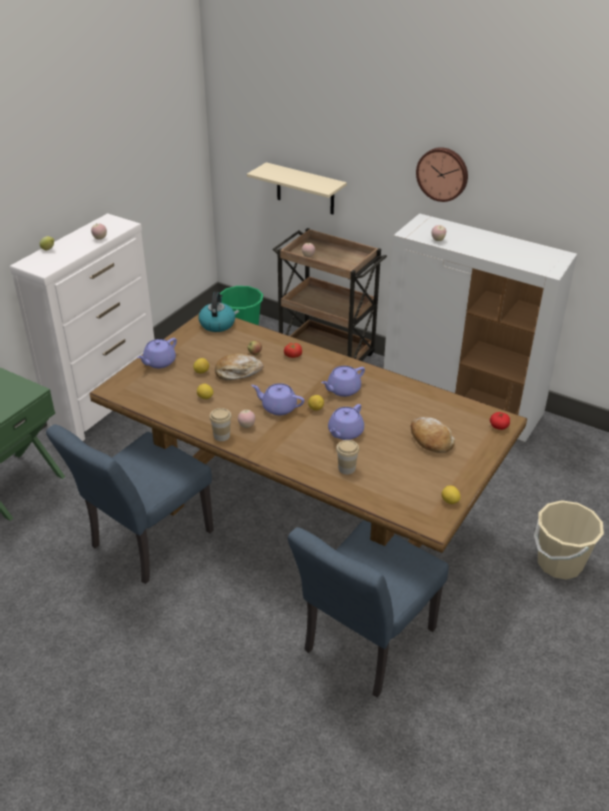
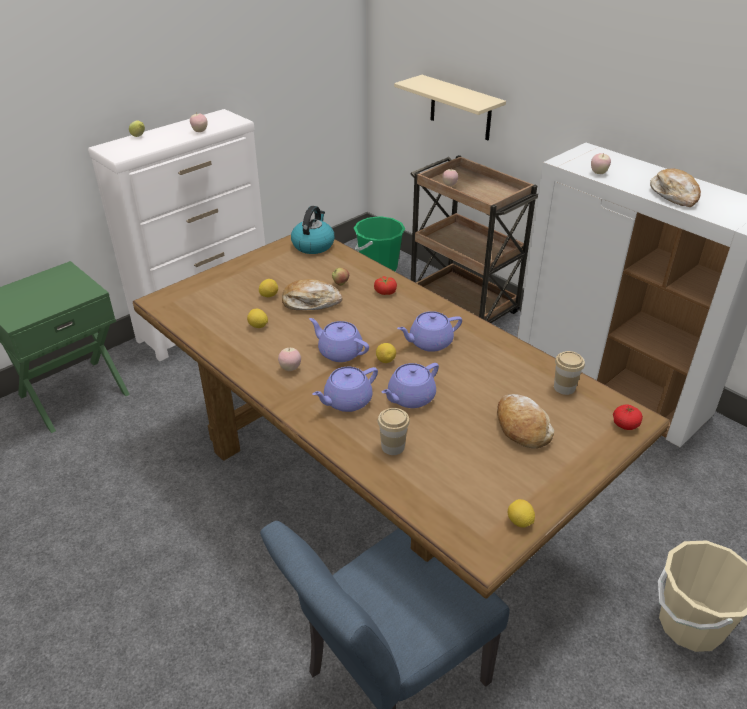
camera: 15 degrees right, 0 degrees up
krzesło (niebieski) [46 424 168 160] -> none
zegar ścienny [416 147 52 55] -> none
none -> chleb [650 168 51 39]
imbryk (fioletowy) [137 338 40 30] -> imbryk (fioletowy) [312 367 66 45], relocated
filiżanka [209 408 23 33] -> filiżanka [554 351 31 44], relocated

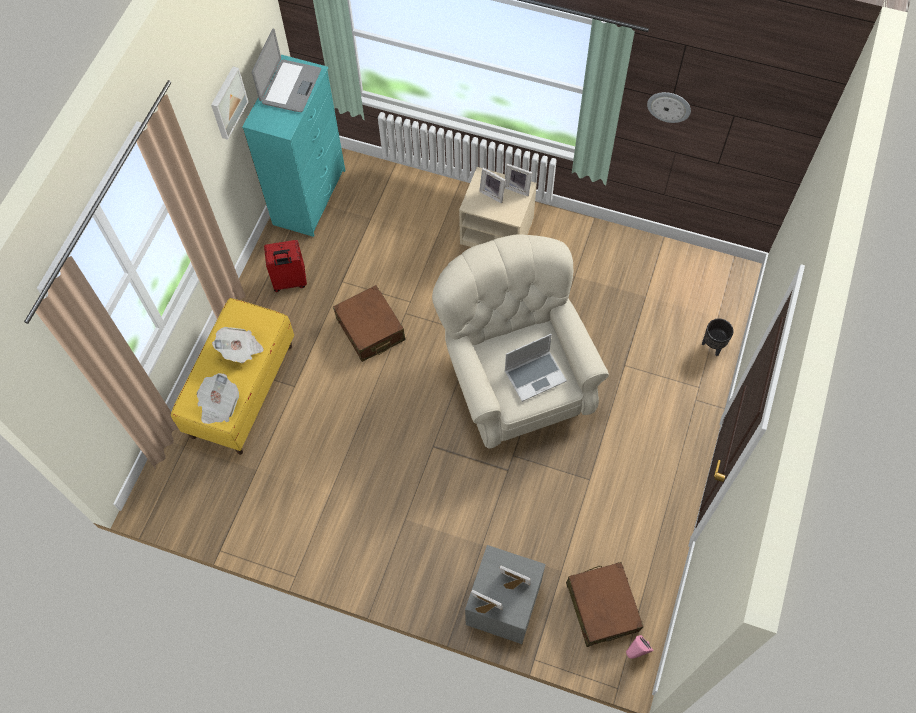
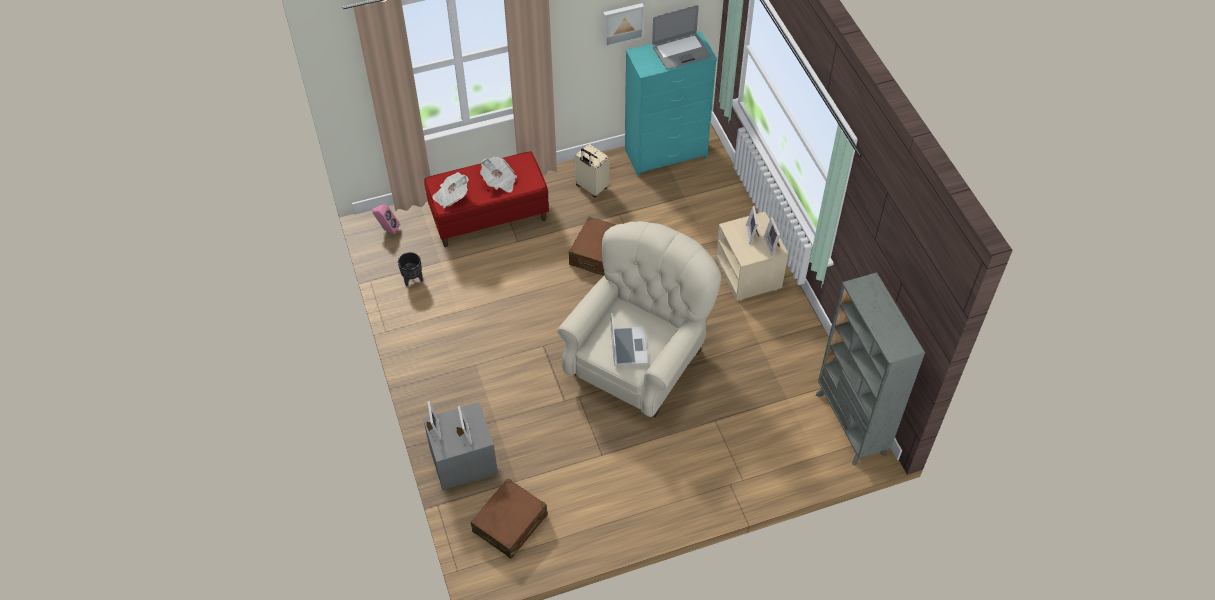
camera: 50 degrees right, 10 degrees down
zegar ścienny [647 92 44 31] -> none
none -> regał (szary) [816 272 109 194]
głośnik (różowy) [626 635 28 24] -> głośnik (różowy) [372 204 27 30], relocated
donica (czarny) [702 319 31 37] -> donica (czarny) [398 252 25 34], relocated
ławka (żółty) [171 298 123 157] -> ławka (czerwony) [424 151 125 96]
walizka (czerwony) [264 240 43 52] -> walizka (beżowy) [575 144 34 53]
laptop [505 334 62 68] -> laptop [611 309 37 57], 120 degrees counterclockwise

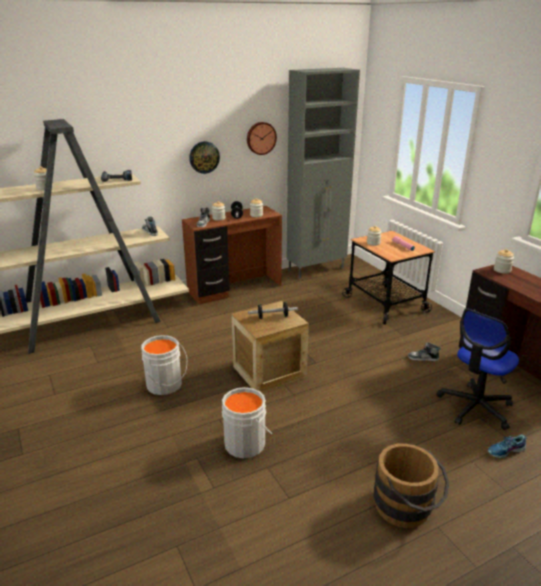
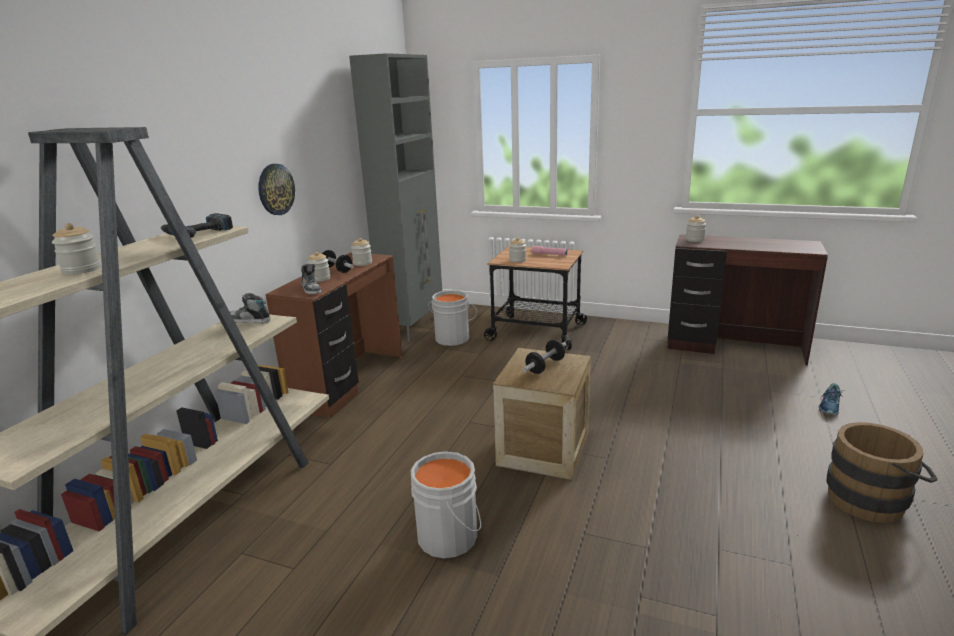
camera: 40 degrees left, 5 degrees down
zegar ścienny [247 122 30 33] -> none
but [408 342 33 19] -> none
krzesło biurowe [437 308 82 122] -> none
wiadro (szary) [222 387 50 71] -> wiadro (szary) [428 290 49 56], relocated

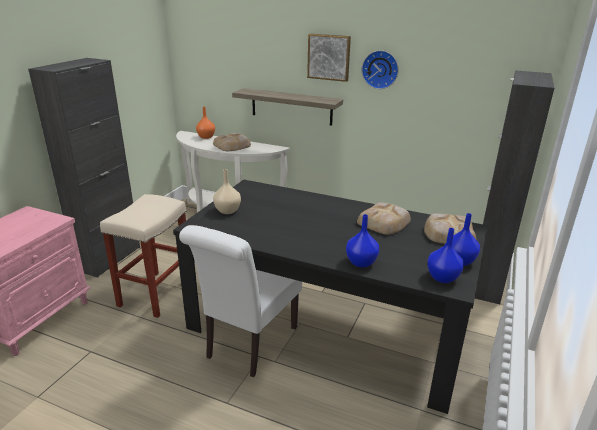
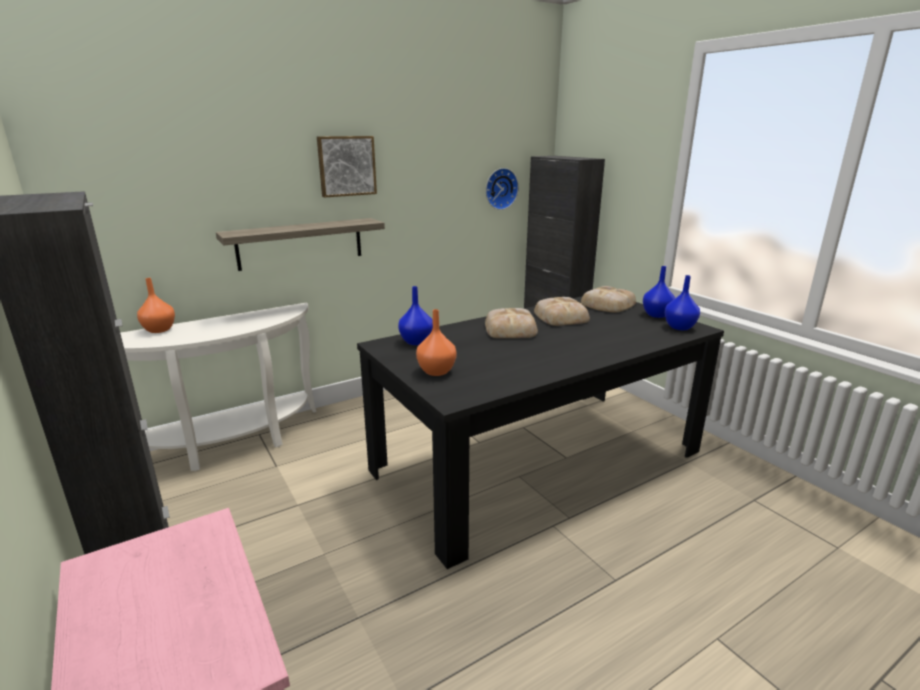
camera: 55 degrees left, 5 degrees down
stołek (beżowy) [100 194 86 124] -> none
krzesło (biały) [179 225 123 152] -> none
chleb [213 133 38 18] -> chleb [485 308 53 30], relocated
wazon (niebieski) [346 214 33 54] -> wazon (niebieski) [398 286 35 59], relocated
zegar ścienny [362 50 37 39] -> zegar ścienny [486 168 33 42], relocated
wazon (beżowy) [213 169 28 45] -> wazon (pomarańczowy) [416 309 41 67]

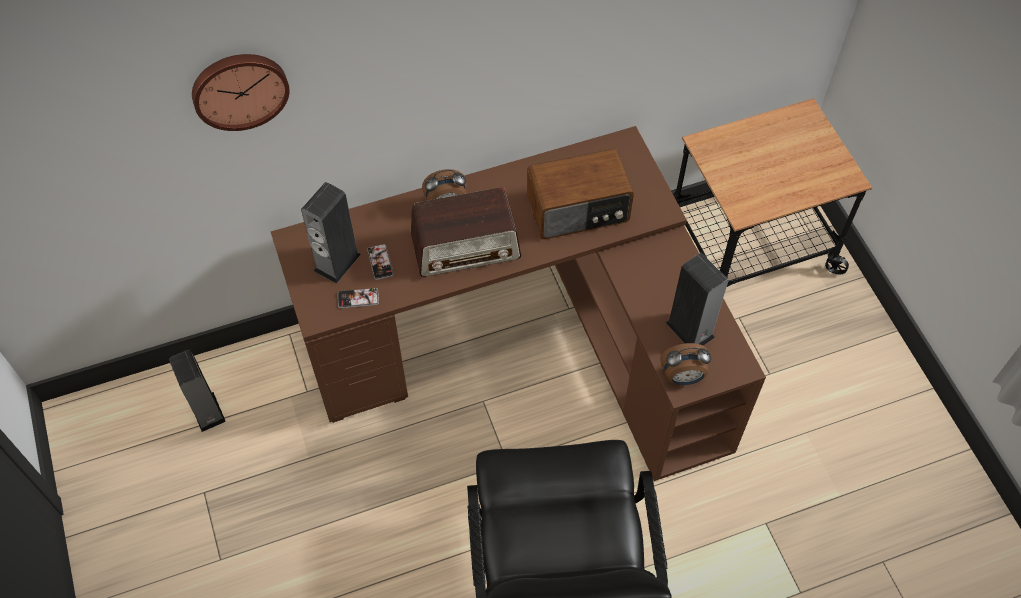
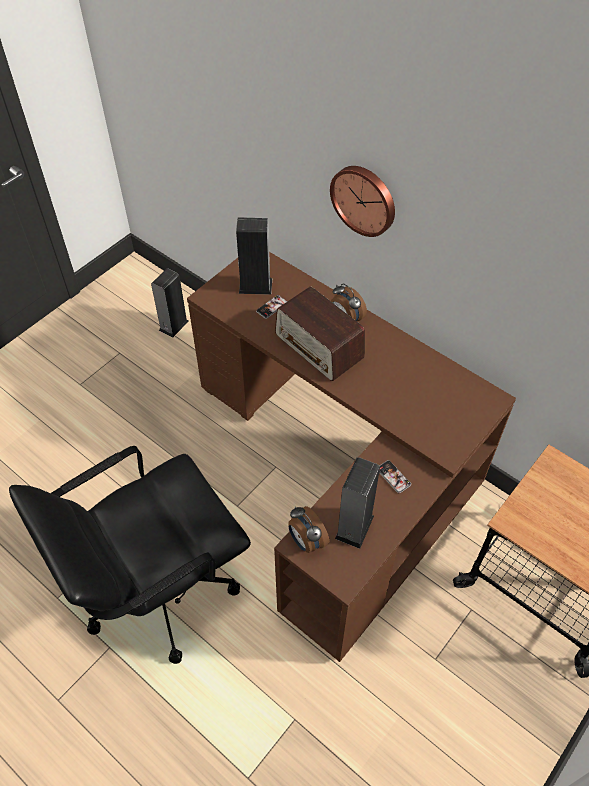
camera: 60 degrees right, 5 degrees down
radio [527 149 107 90] -> none
zegar ścienny [192 54 98 77] -> zegar ścienny [330 166 65 71], relocated
telefon [338 288 41 20] -> telefon [379 460 32 33], relocated

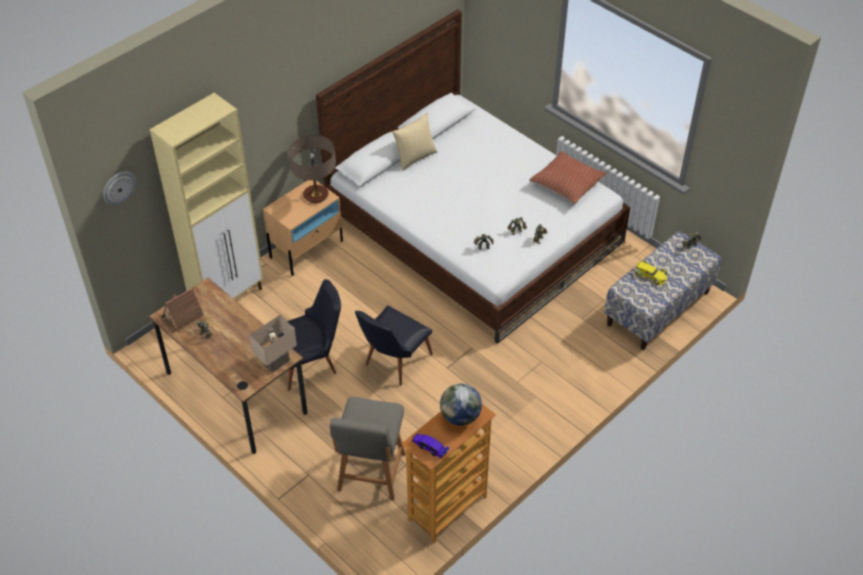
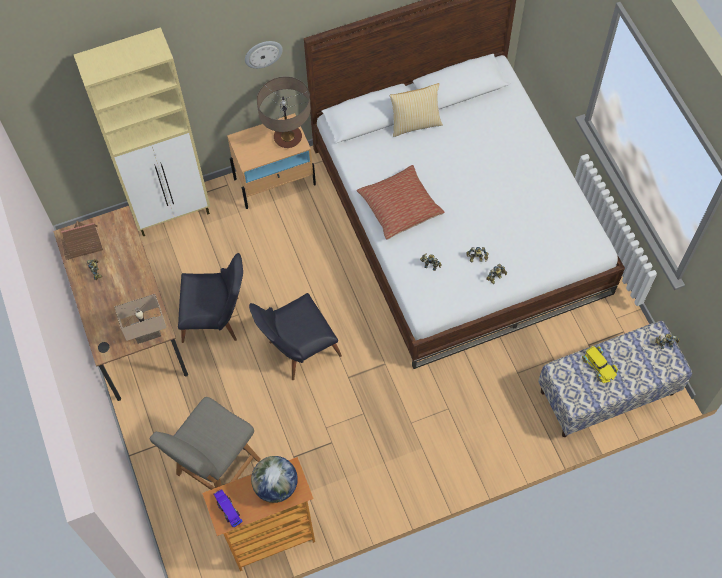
camera: 25 degrees right, 15 degrees up
zegar ścienny [103 172 33 33] -> zegar ścienny [245 41 38 28], relocated
poduszka [530 151 77 53] -> poduszka [357 165 88 75], relocated

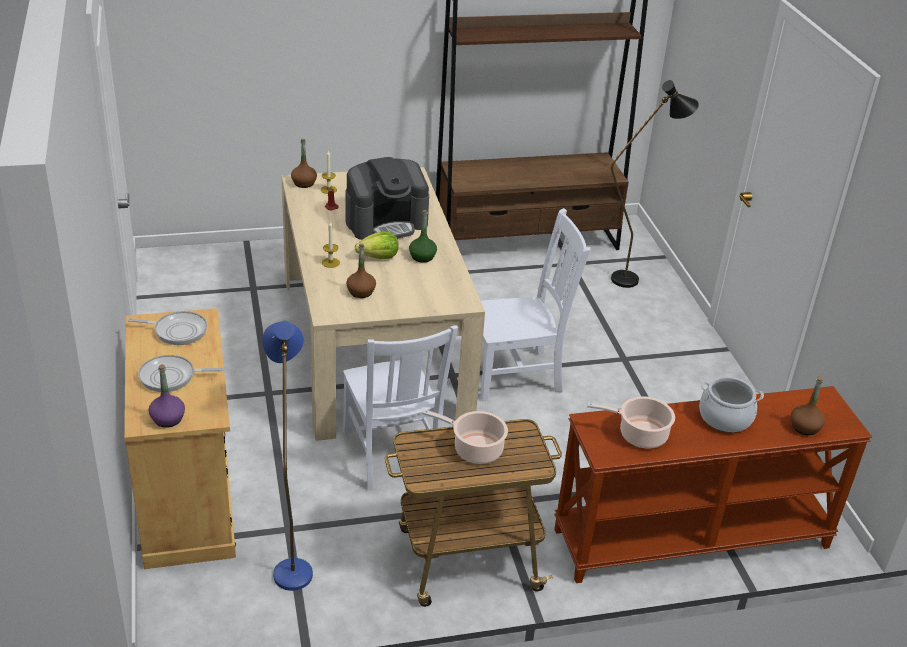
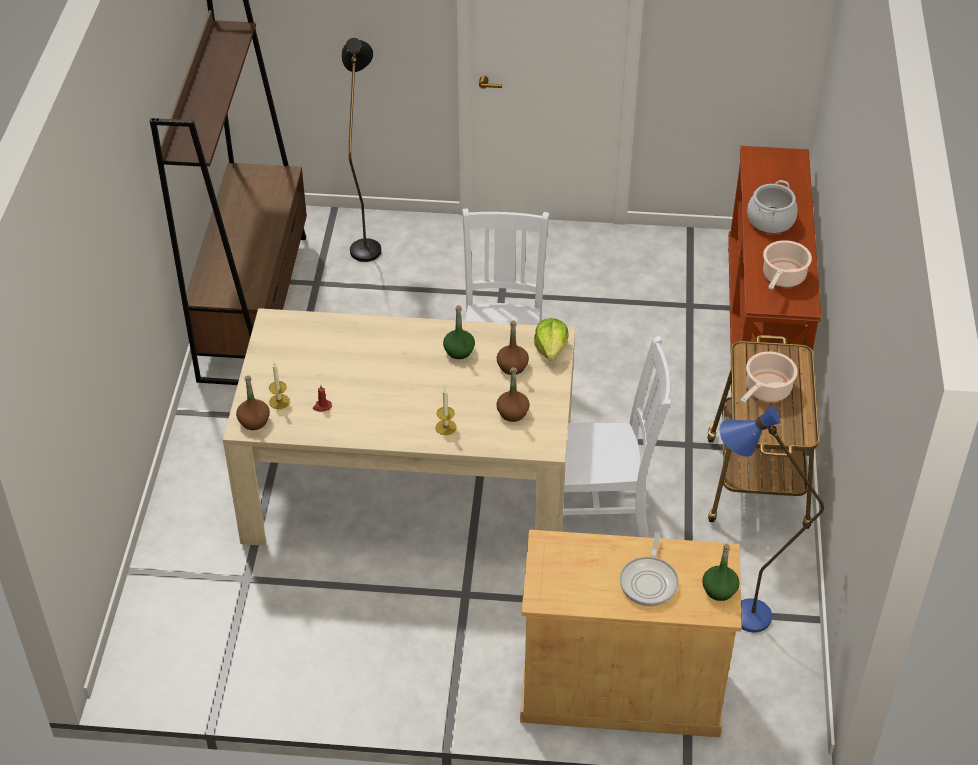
camera: 70 degrees left, 10 degrees up
patelnia [128 311 79 34] -> none
ekspres do kawy [345 157 84 83] -> none
sałata [355 231 44 28] -> sałata [534 318 35 43], relocated
butelka (brązowy) [791 376 34 59] -> butelka (brązowy) [497 321 32 54], relocated
butelka (fioletowy) [148 364 37 64] -> butelka (zielony) [702 544 38 57]

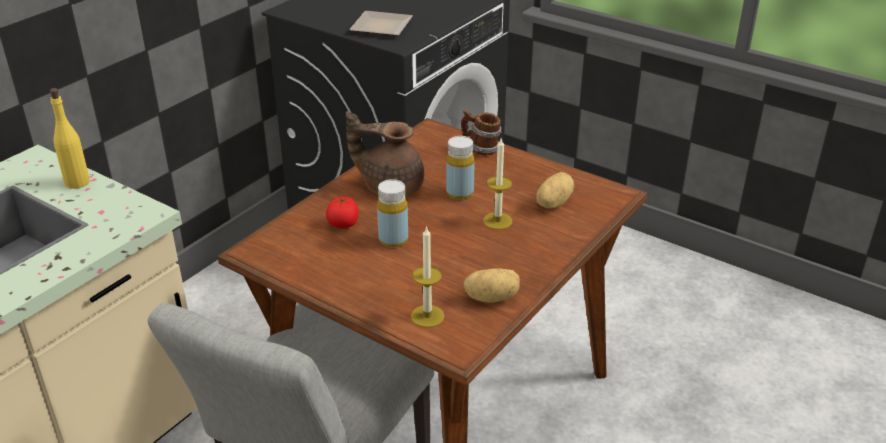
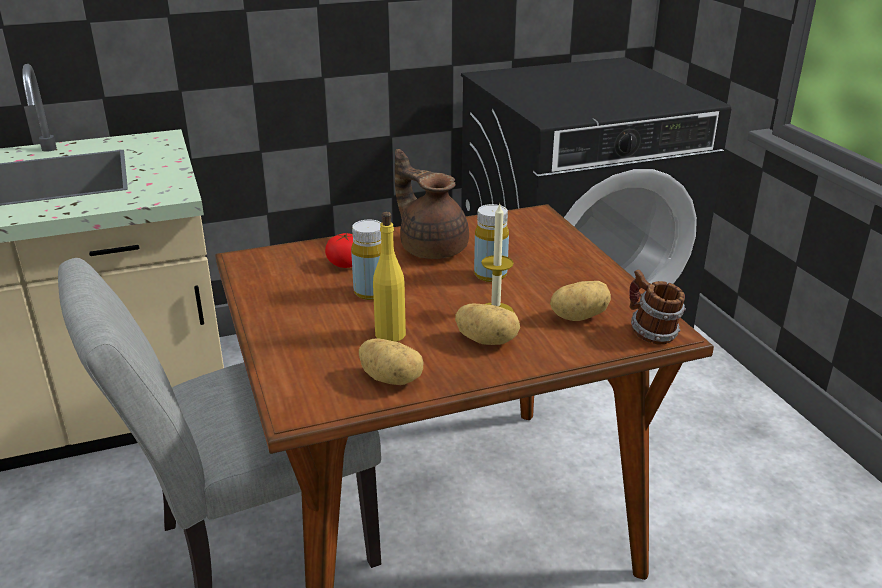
camera: 35 degrees right, 5 degrees down
talerz [349 11 64 25] -> none
świeca [411 226 34 102] -> none
none -> ziemniak [455 304 65 41]
butelka (żółty) [50 88 40 101] -> butelka (żółty) [373 212 33 130], relocated
kubek [461 109 41 47] -> kubek [629 270 57 75], relocated

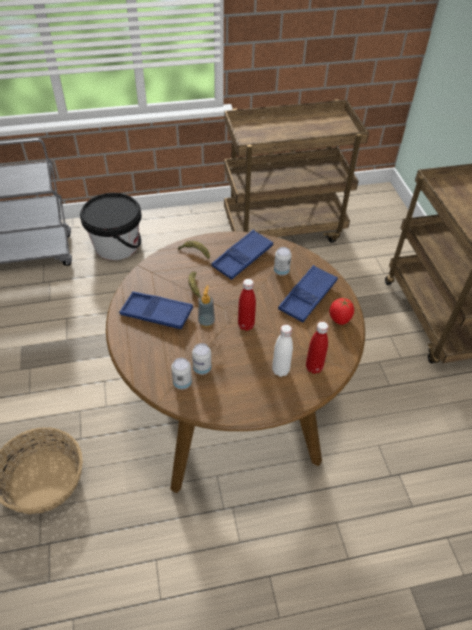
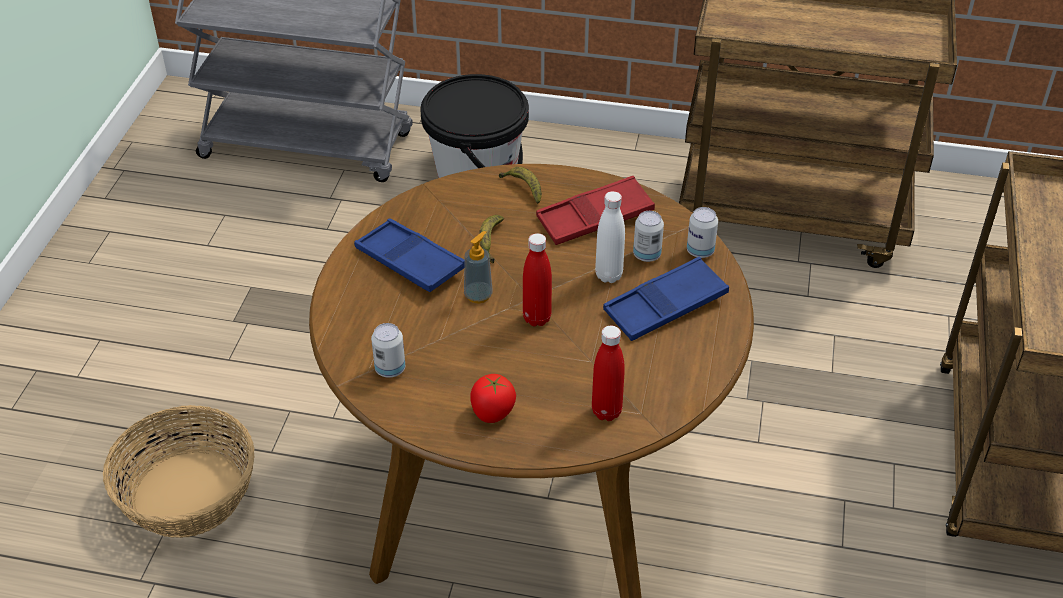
camera: 25 degrees right, 5 degrees down
puszka [192 343 19 32] -> puszka [687 207 31 51], relocated
butelka (biały) [272 325 21 52] -> butelka (biały) [595 191 30 92], relocated
pomidor [329 298 25 27] -> pomidor [470 374 46 49], relocated
taca (niebieski) [212 230 61 50] -> taca (czerwony) [536 176 119 69]

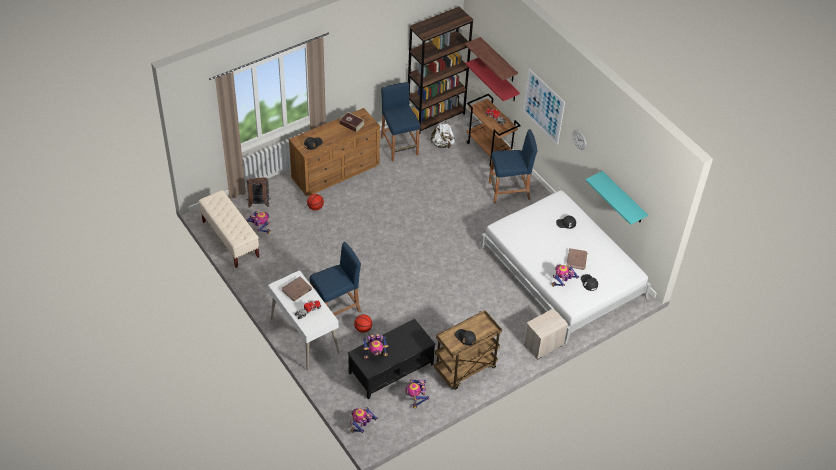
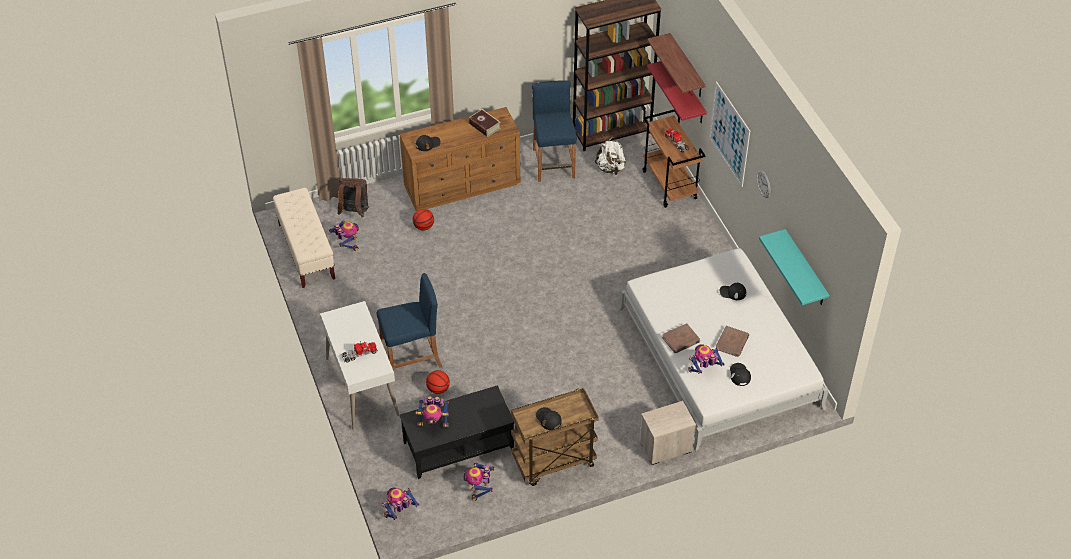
camera: 15 degrees right, 0 degrees up
stołek (niebieski) [489 129 48 74] -> none
książka (brązowy) [282 276 30 25] -> książka (brązowy) [662 323 38 30], relocated

